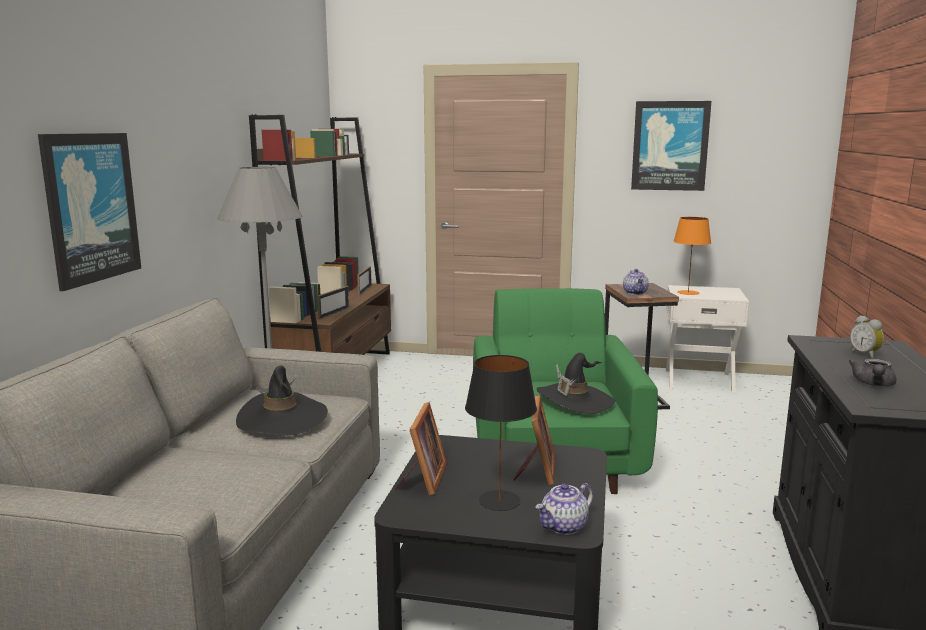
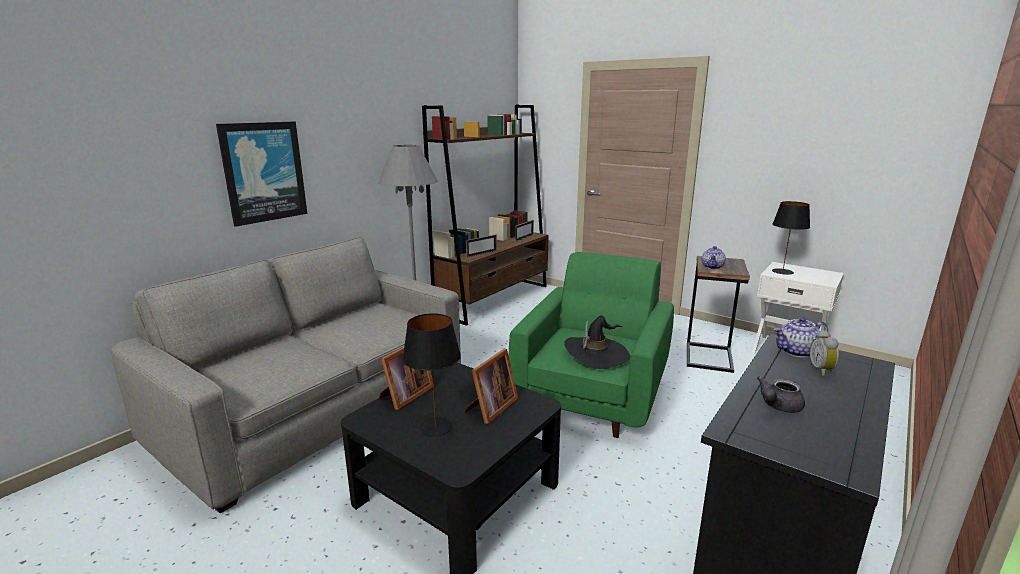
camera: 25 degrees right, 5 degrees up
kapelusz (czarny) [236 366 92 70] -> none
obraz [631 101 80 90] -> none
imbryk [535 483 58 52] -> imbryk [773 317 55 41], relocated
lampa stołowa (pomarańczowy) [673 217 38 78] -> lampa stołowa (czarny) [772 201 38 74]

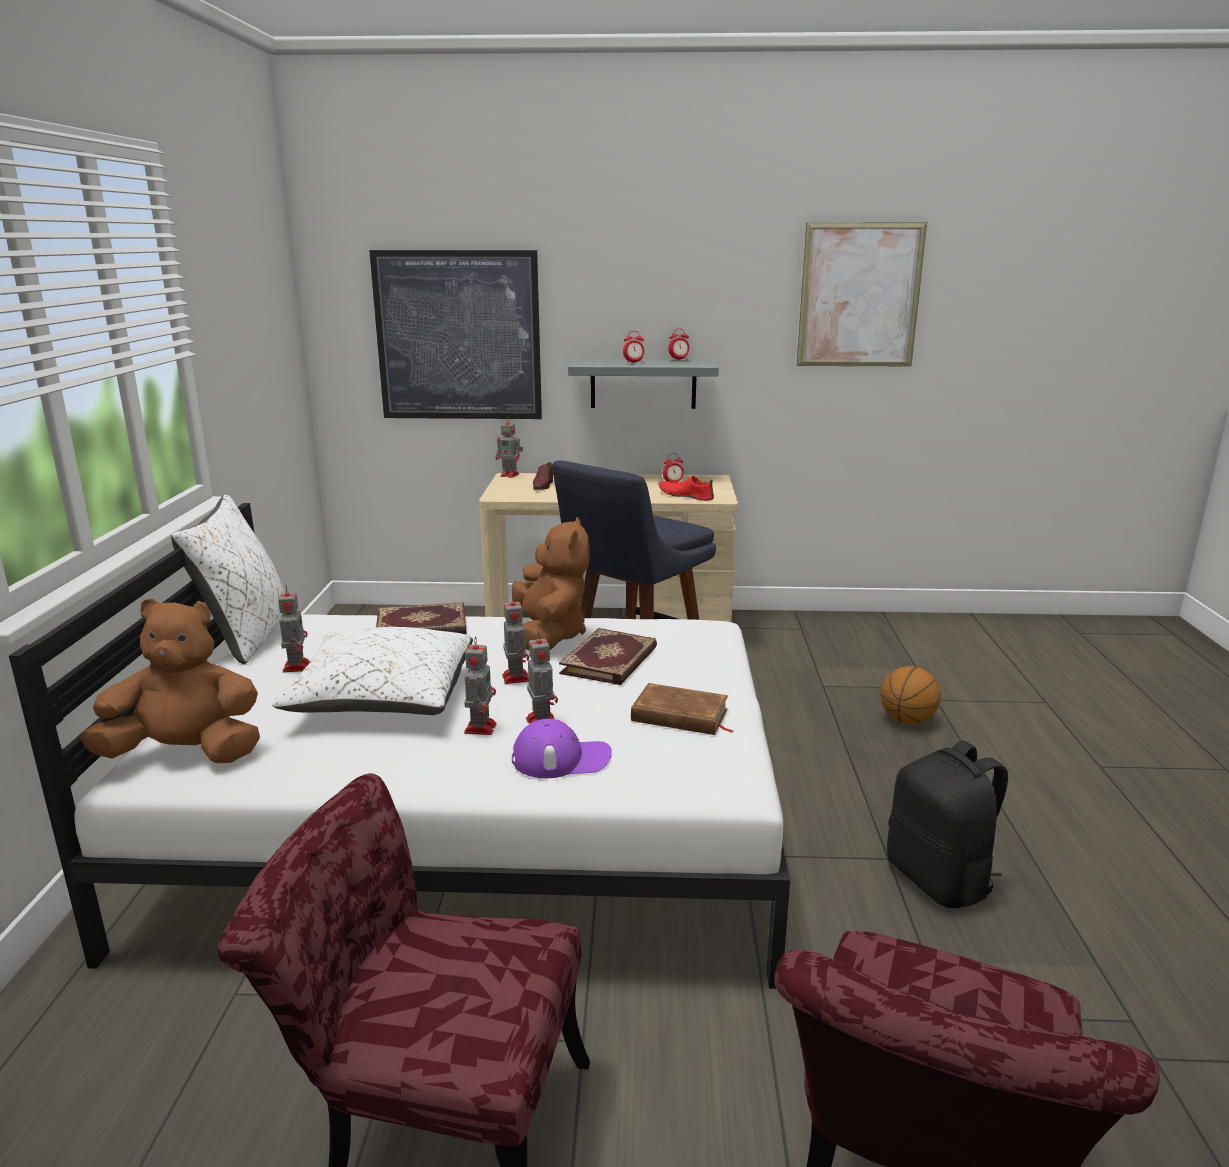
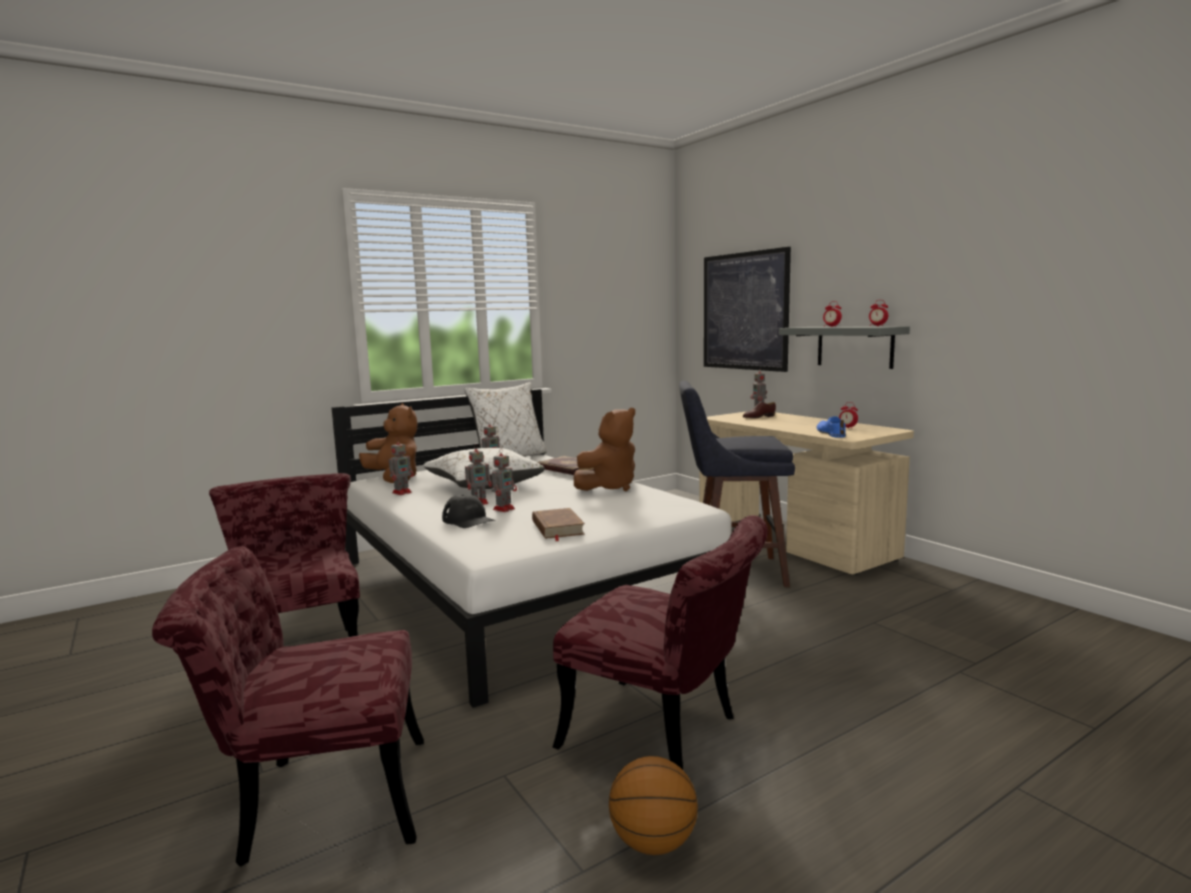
camera: 55 degrees right, 10 degrees down
książka [559 628 98 57] -> none
obraz [797 222 130 144] -> none
robot zabawkowy [502 594 27 90] -> robot zabawkowy [389 438 25 57], relocated
piłka do koszykówki [881 666 60 58] -> piłka do koszykówki [609 756 89 99], relocated
plecak (czarny) [887 741 121 167] -> krzesło (czerwony) [553 515 215 255]
czapka z daszkiem (fioletowy) [512 719 100 59] -> czapka z daszkiem (czarny) [442 494 54 34]
but (czerwony) [659 476 55 25] -> but (niebieski) [817 416 29 22]

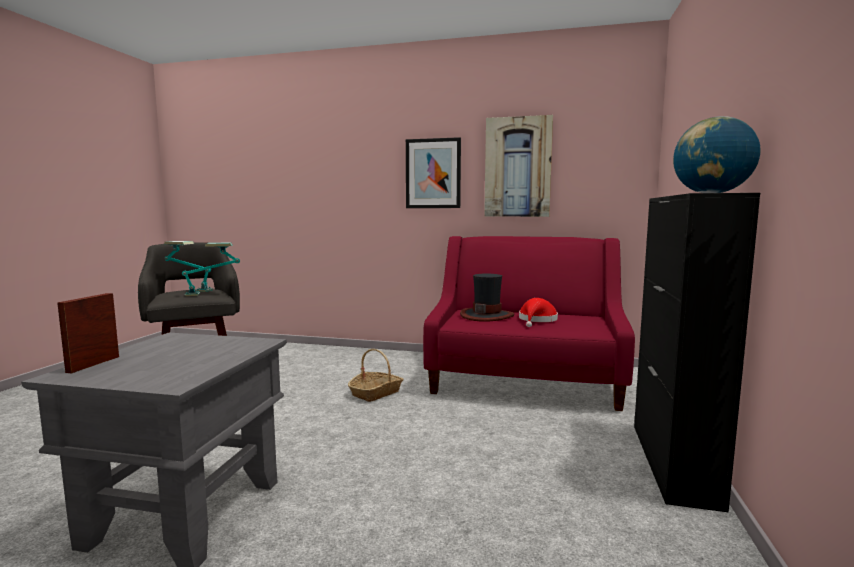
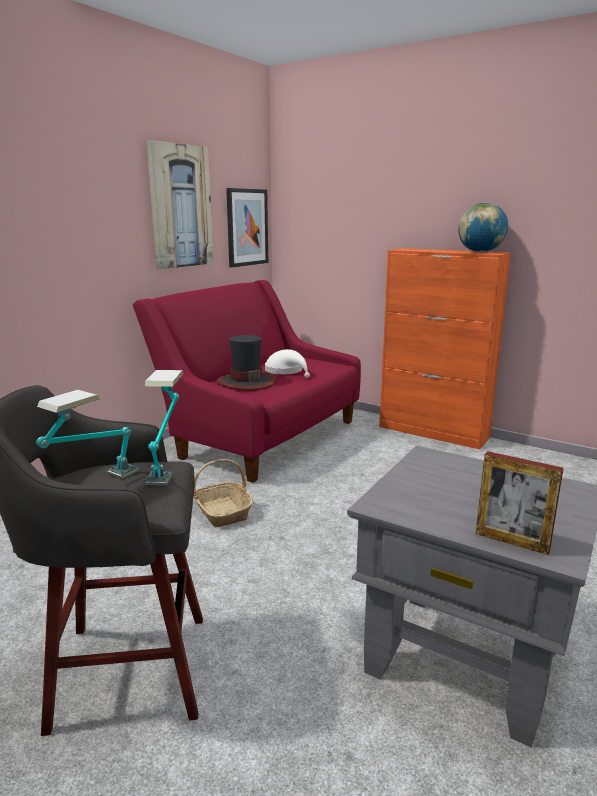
camera: 70 degrees left, 10 degrees up
obraz [406 137 55 71] -> obraz [226 188 42 79], relocated
kapelusz (czerwony) [519 298 39 29] -> kapelusz (biały) [265 349 45 29]
szafka (czarny) [634 193 126 320] -> szafka (pomarańczowy) [379 248 132 202]

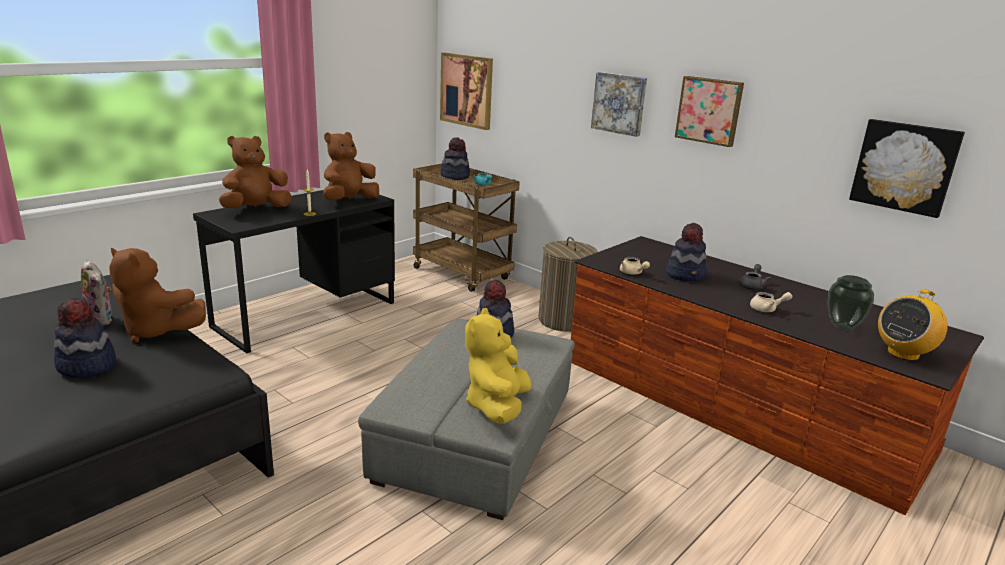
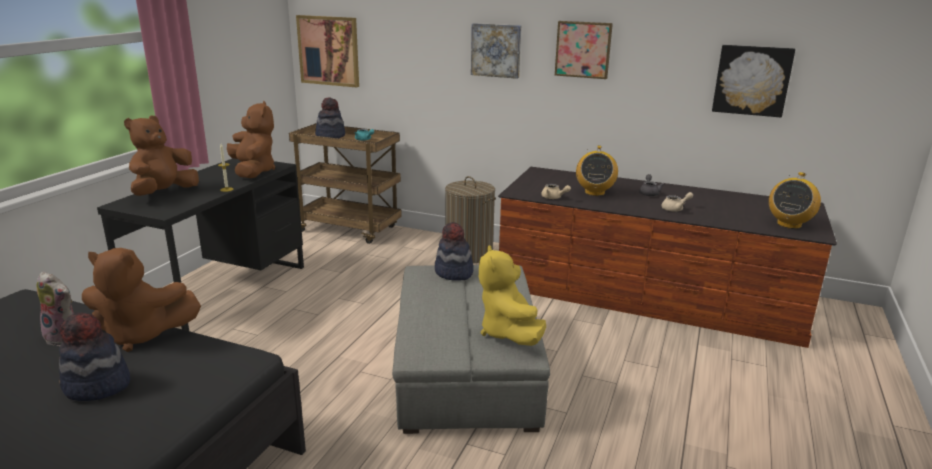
camera: 20 degrees left, 0 degrees up
wazon [827 275 47 55] -> none
kapelusz [666 223 41 58] -> radio [576 146 42 50]
pluszak (brązowy) [323 132 56 68] -> pluszak (brązowy) [227 101 48 77], 135 degrees clockwise

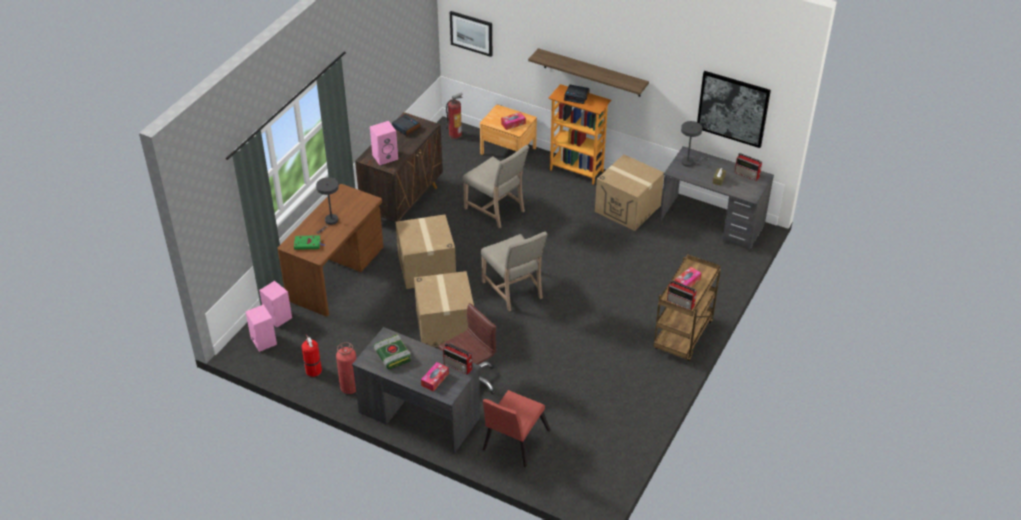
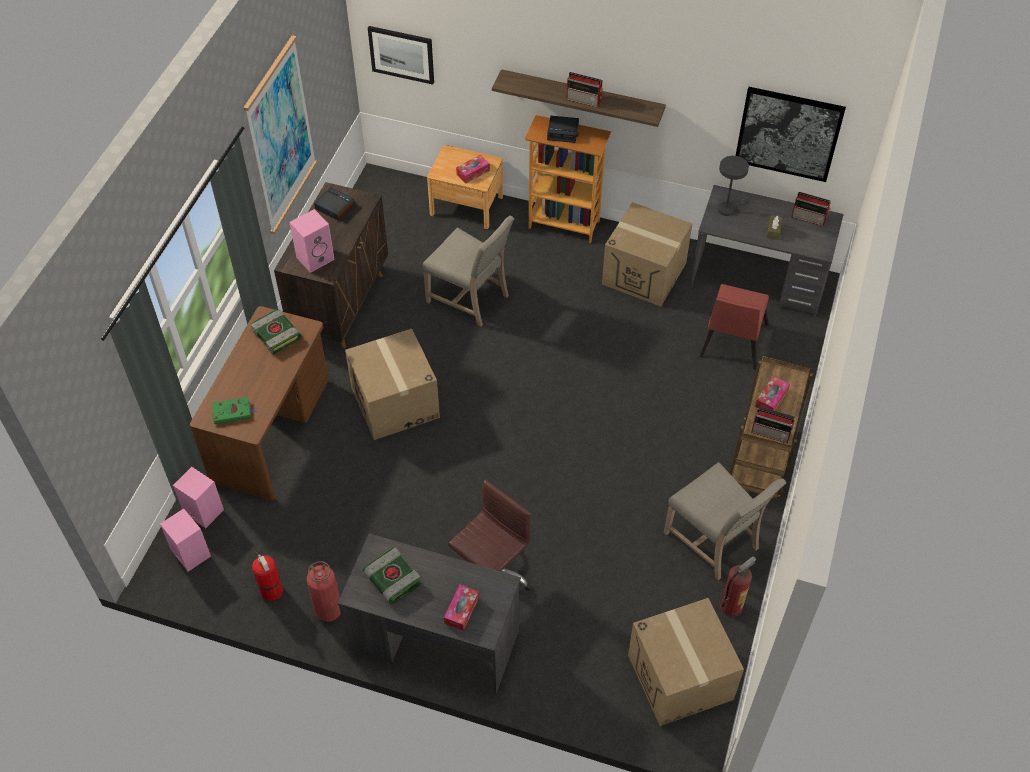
camera: 10 degrees left, 10 degrees up
lampa stołowa (szary) [316 177 23 57] -> none
none -> obraz [243 35 74 199]
none -> książka [251 309 51 46]
karton [414 271 60 76] -> karton [628 598 116 128], relocated
radio [443 343 30 32] -> radio [566 72 37 36], relocated
gaśnica [446 93 17 46] -> gaśnica [720 556 36 61], relocated
krzesło (beżowy) [481 232 66 79] -> krzesło (beżowy) [664 462 122 118], relocated
krzesło (czerwony) [483 390 67 78] -> krzesło (czerwony) [700 284 69 86], relocated

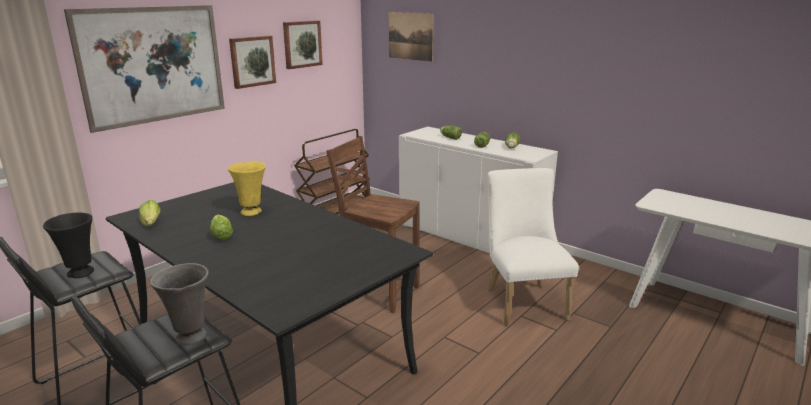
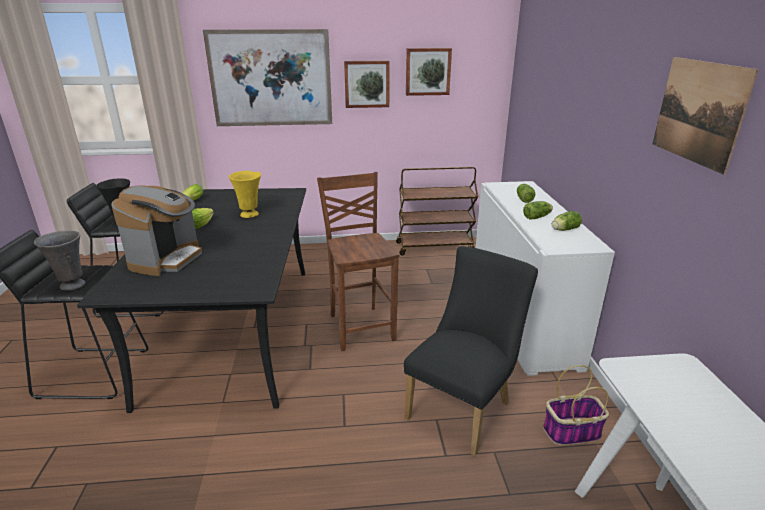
camera: 45 degrees right, 5 degrees up
none -> ekspres do kawy [111 185 91 91]
none -> koszyk [543 365 66 80]
obraz [389 12 45 50] -> obraz [653 57 106 118], relocated
krzesło (biały) [488 168 91 158] -> krzesło (czarny) [404 246 134 210]

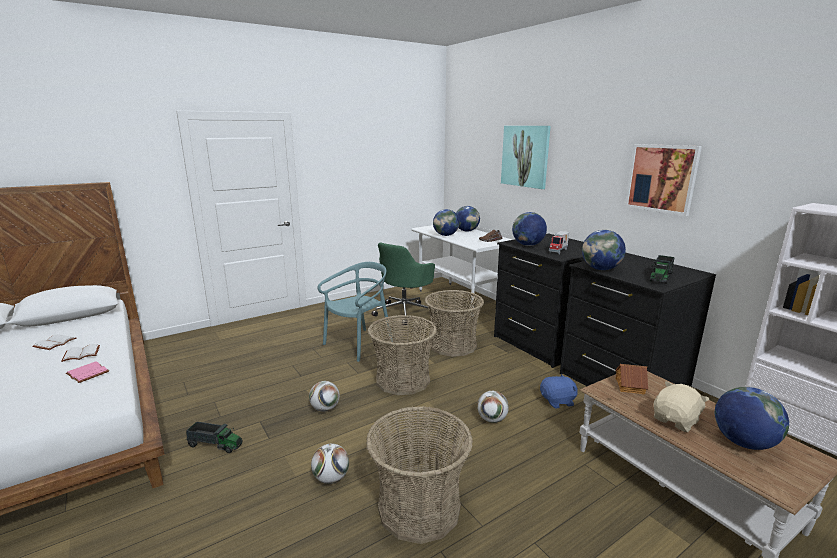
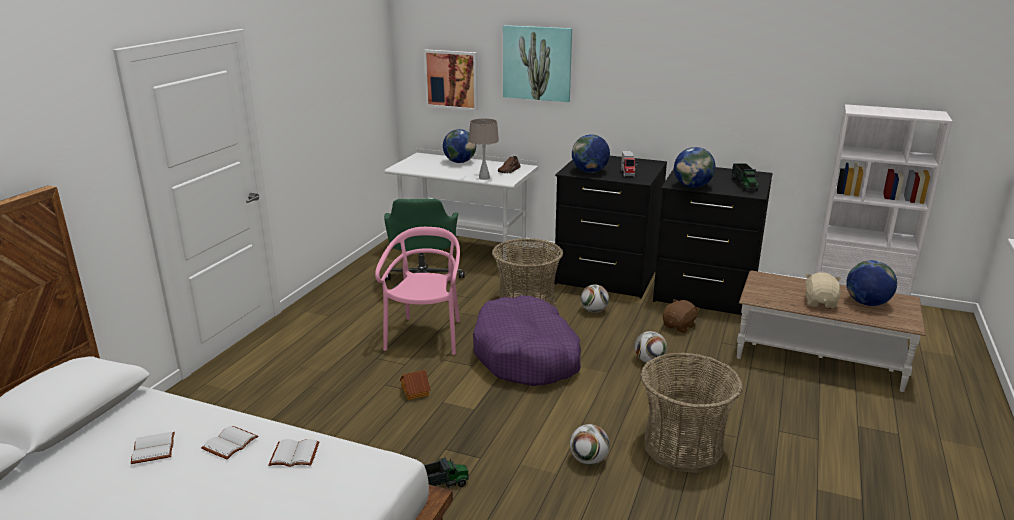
camera: 35 degrees left, 5 degrees up
globus [433 209 26 27] -> none
none -> lampa stołowa (beżowy) [469 118 30 62]
piłka futbolowa [309 381 31 31] -> piłka futbolowa [581 284 28 29], relocated
domek [615 364 33 30] -> domek [400 369 30 31], relocated
obraz [625 144 77 72] -> obraz [423 49 55 62], relocated
koszyk [368 315 69 80] -> legowisko (fioletowy) [473 295 108 91]
książka (różowy) [66 361 43 22] -> książka (biały) [269 439 50 28]
krzesło (turkusowy) [317 262 76 100] -> krzesło (różowy) [375 227 85 128]
pluszak (niebieski) [540 374 38 35] -> pluszak (brązowy) [663 299 37 34]

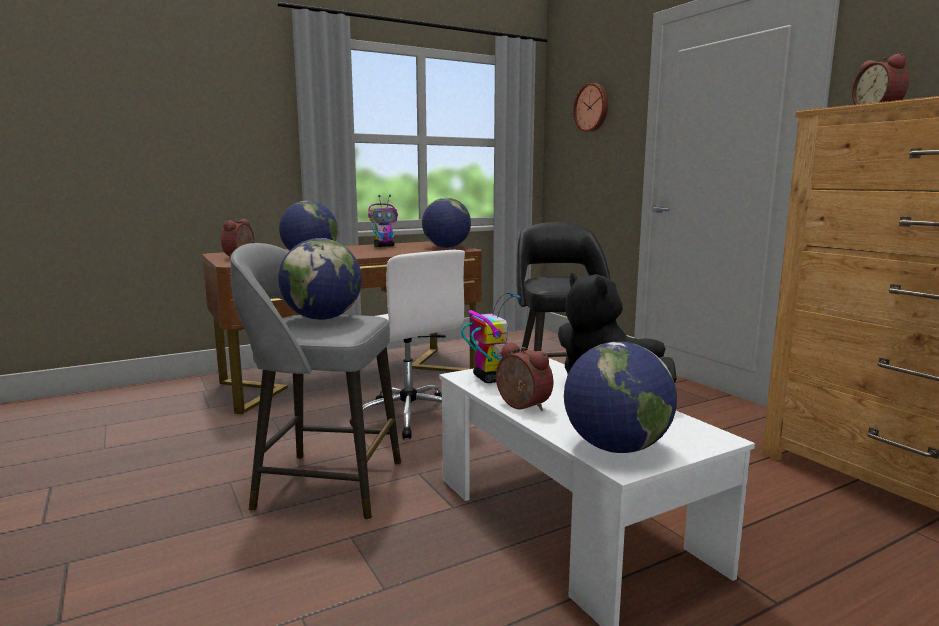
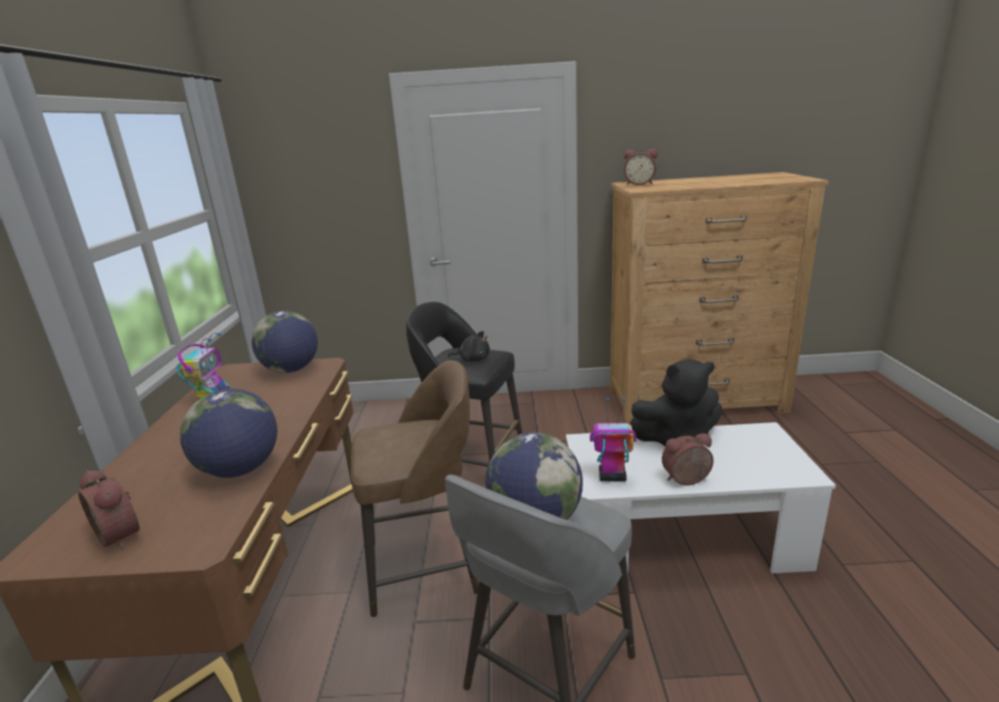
camera: 60 degrees left, 10 degrees up
globus [564 342 113 111] -> none
zegar ścienny [573 83 35 49] -> none
none -> pluszak (czarny) [448 331 42 31]
krzesło biurowe (biały) [349 250 116 189] -> stołek (brązowy) [351 360 128 257]

